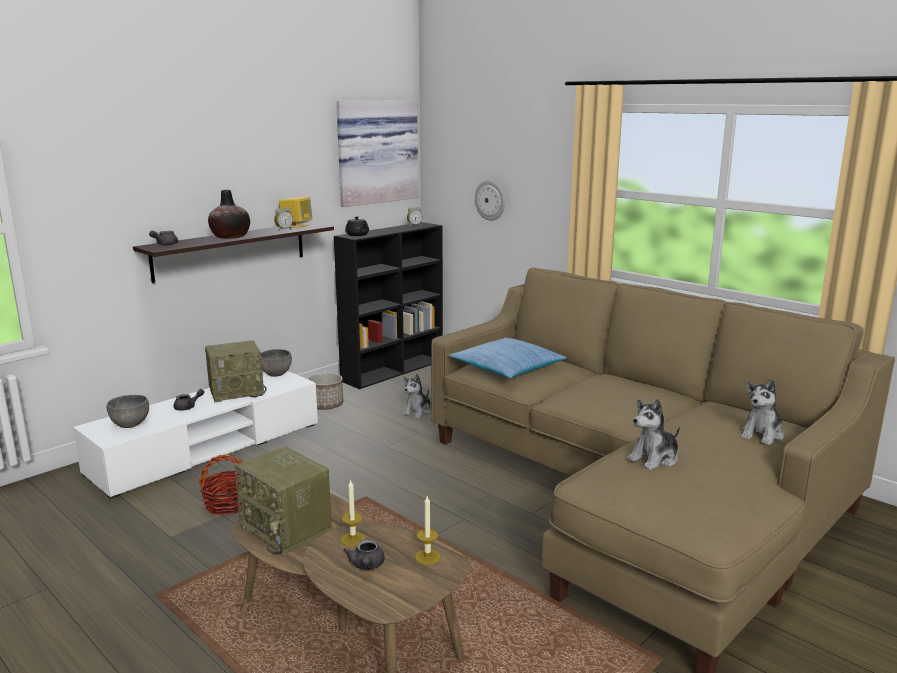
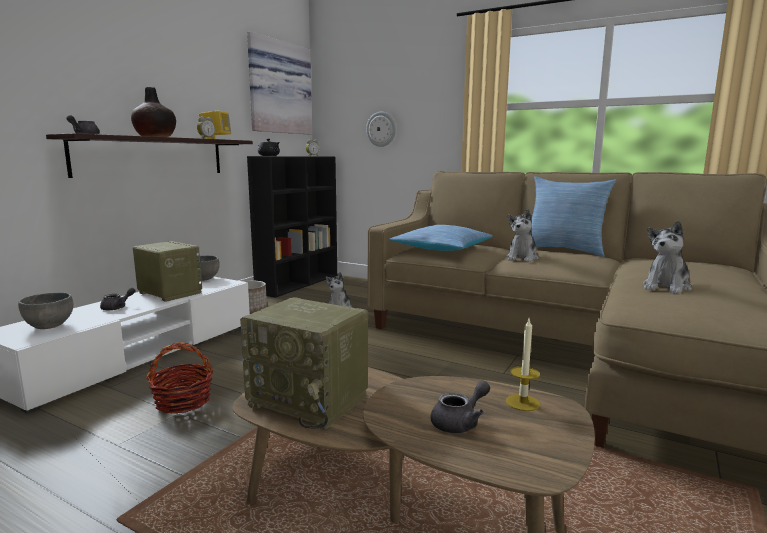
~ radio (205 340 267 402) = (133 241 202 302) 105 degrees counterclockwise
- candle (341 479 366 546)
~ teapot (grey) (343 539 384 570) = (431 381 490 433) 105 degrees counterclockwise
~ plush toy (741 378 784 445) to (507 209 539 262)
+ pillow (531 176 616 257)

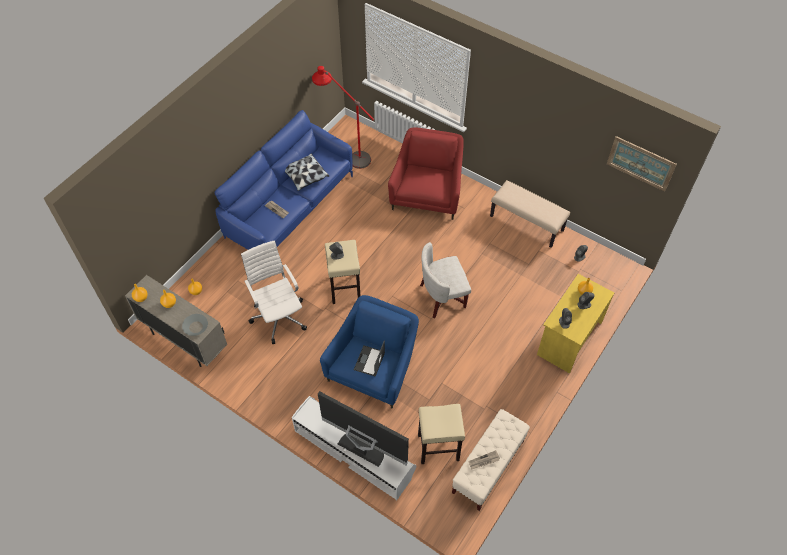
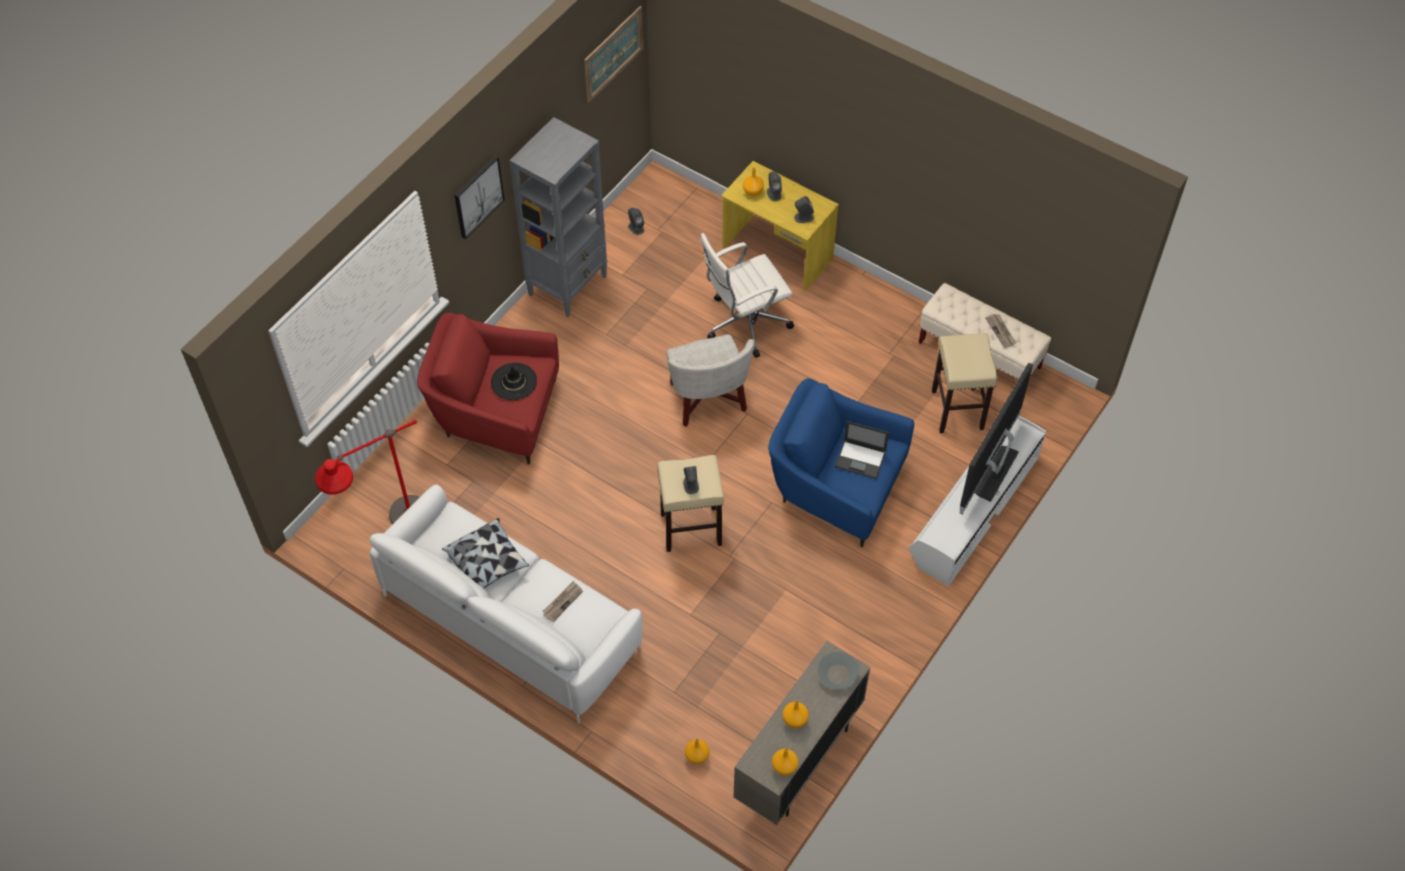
~ sofa (blue) (215 110 353 250) to sofa (white) (370 484 643 724)
~ office chair (white) (241 240 307 344) to (700 233 794 358)
~ bench (beige) (490 180 570 248) to bookcase (grey) (509 117 607 317)
+ picture (454 155 505 239)
+ hat (black) (491 363 537 400)

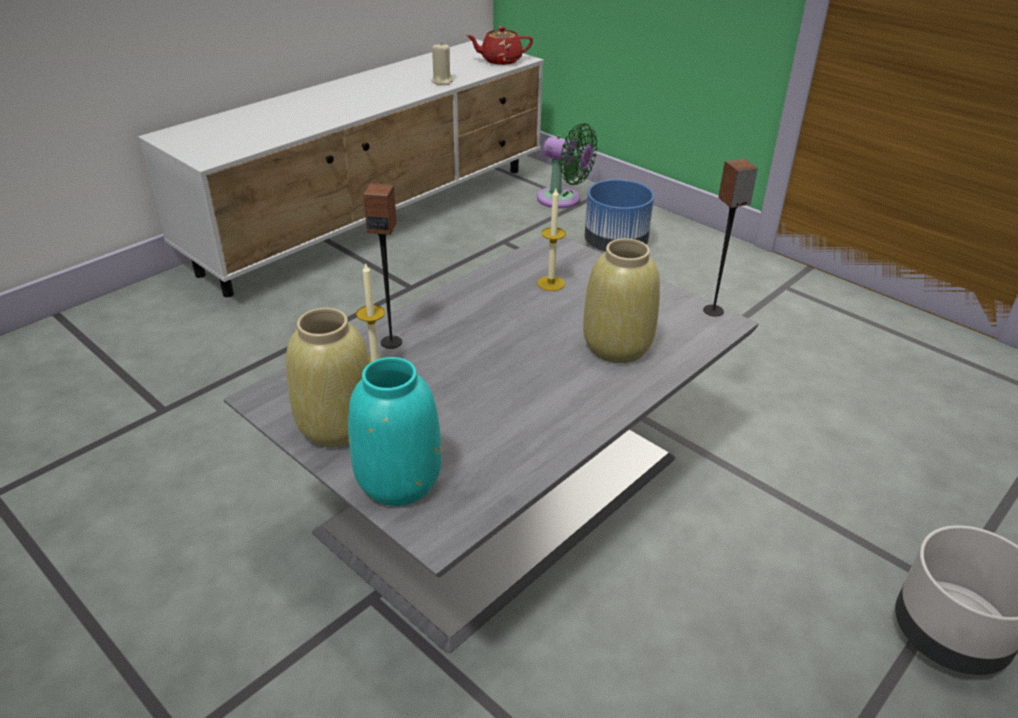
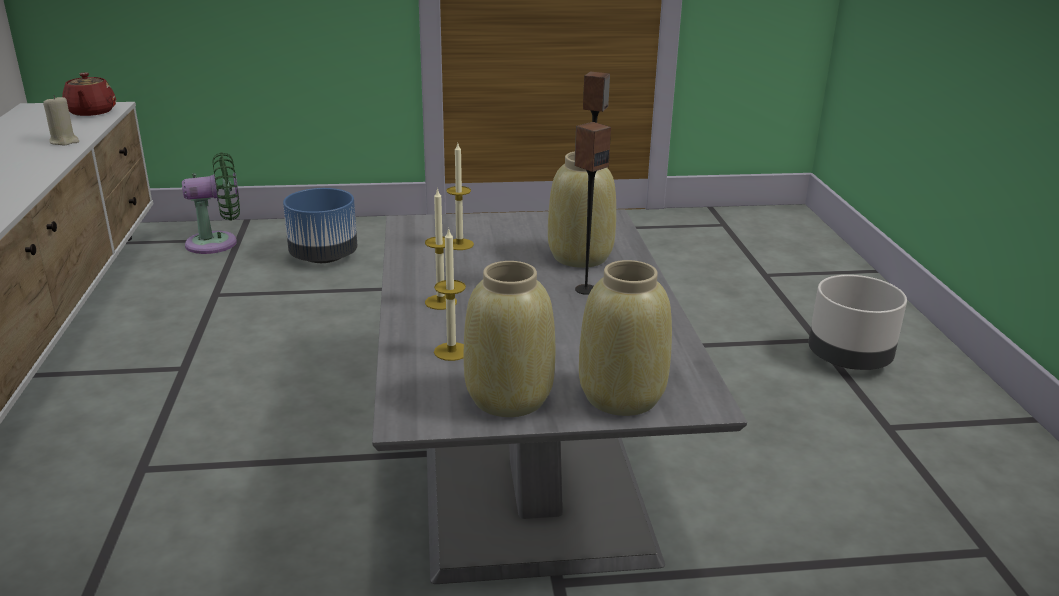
~ vase (turquoise) (348 357 441 506) to vase (beige) (579 260 672 416)
~ speaker (363 183 402 349) to (575 122 611 295)
~ teapot (red) (466 26 533 65) = (62 73 116 116) 45 degrees counterclockwise
+ candle (425 188 457 310)

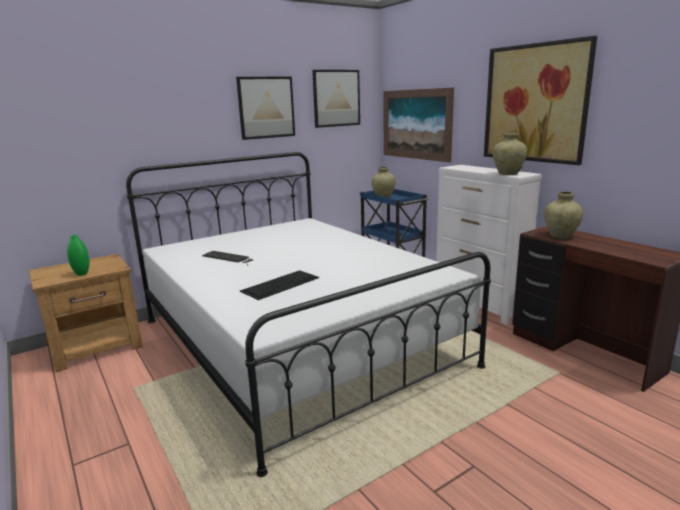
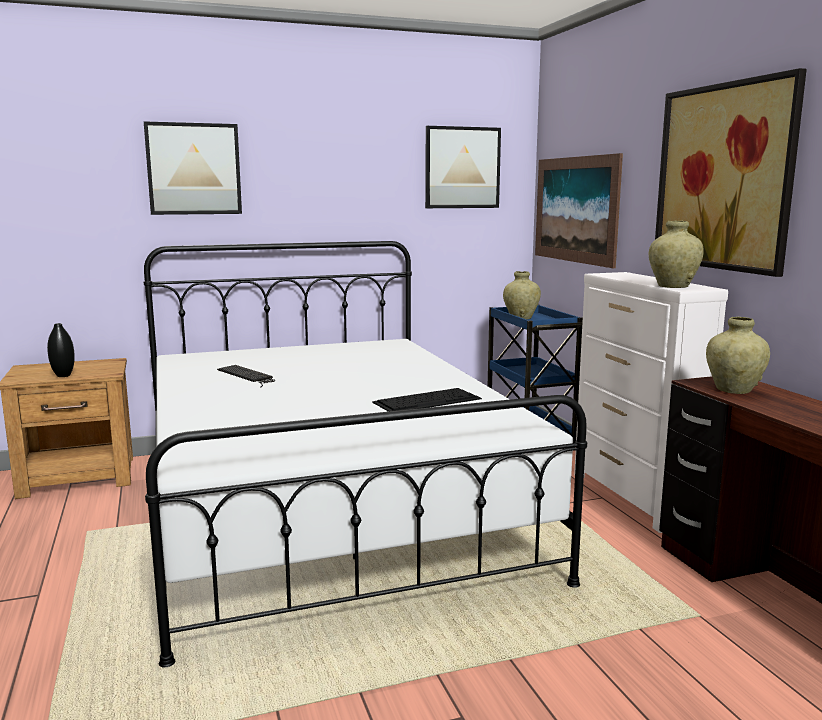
~ vase (green) (67 234 90 276) to vase (black) (47 323 75 377)
~ picture (236 77 295 140) to (144 121 242 215)
~ keyboard (239 270 319 300) to (372 388 482 412)

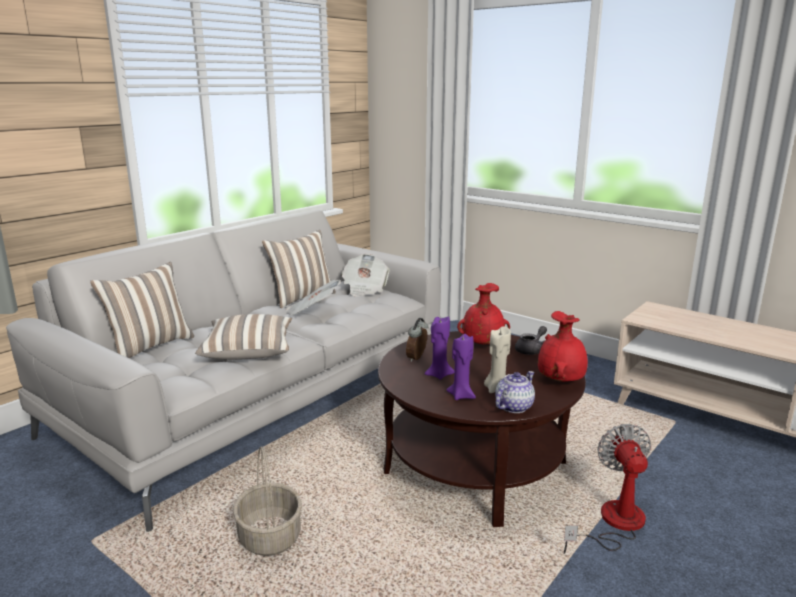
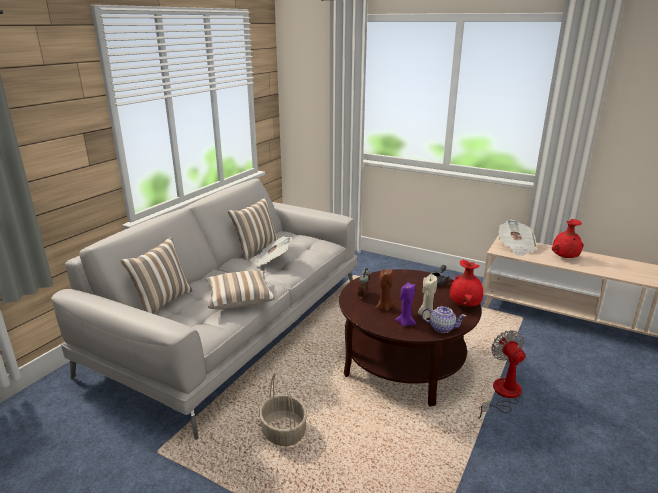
~ newspaper (341 254 390 297) to (498 220 537 256)
~ candle (purple) (424 317 454 380) to candle (brown) (375 269 395 312)
~ vase (red) (457 283 510 345) to (552 219 584 258)
~ teapot (495 371 535 413) = (422 306 466 333) 75 degrees clockwise

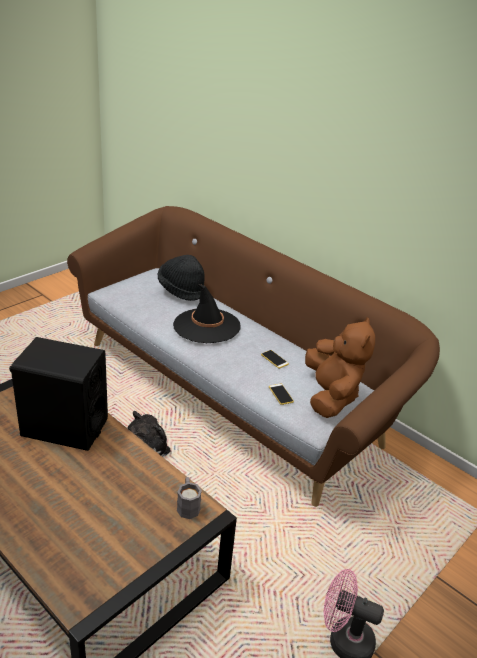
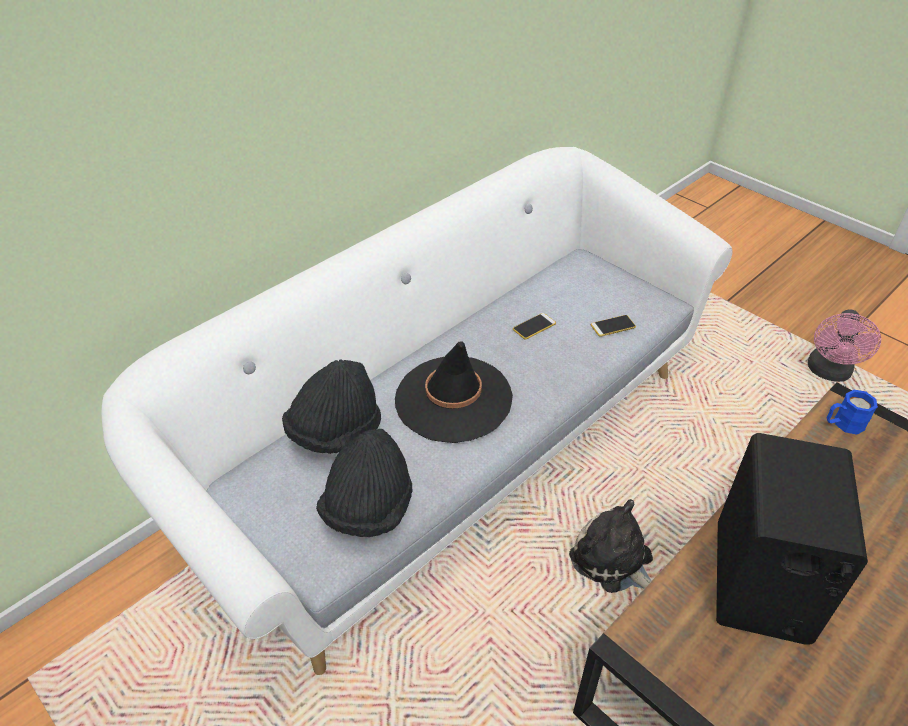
~ sofa (brown) (67 206 440 507) to sofa (white) (101 147 733 675)
~ mug (grey) (177 477 202 519) to mug (blue) (827 390 878 435)
- plush toy (brown) (305 317 375 418)
+ hat (black) (316 429 412 537)

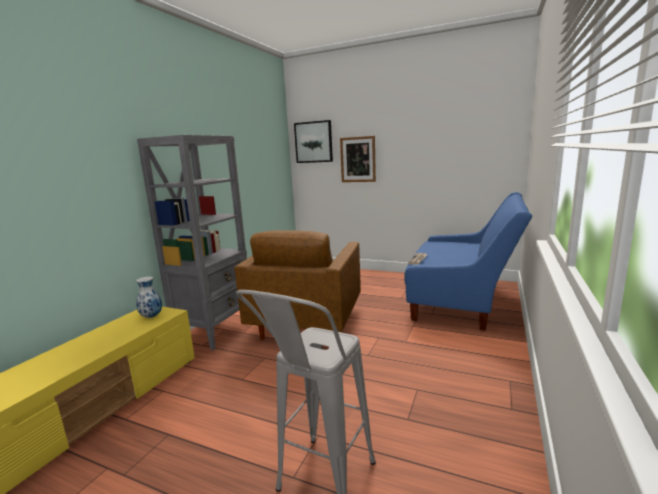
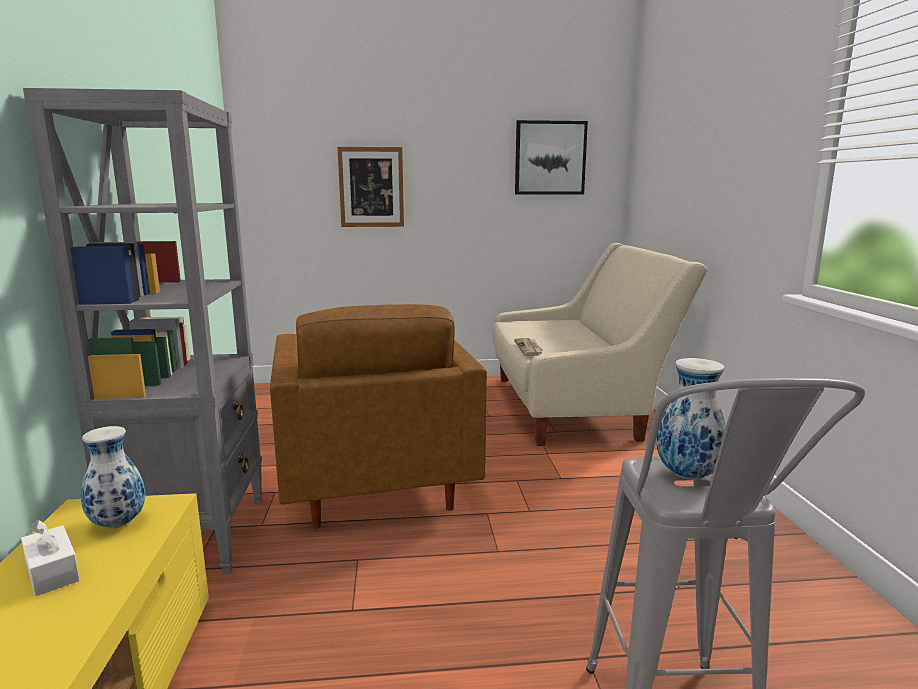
~ picture (294 120 333 163) to (515 120 588 195)
~ sofa (blue) (404 192 532 331) to sofa (beige) (493 243 708 446)
+ tissue box (white) (21 520 80 596)
+ vase (656 358 727 480)

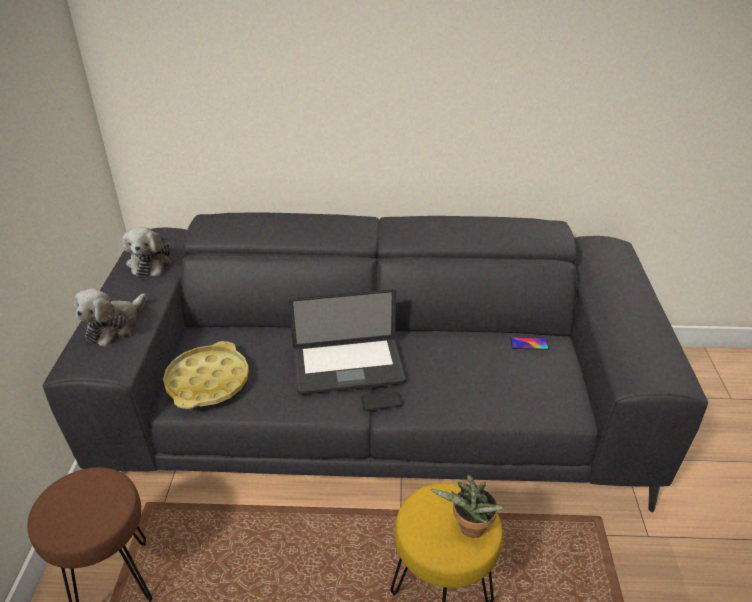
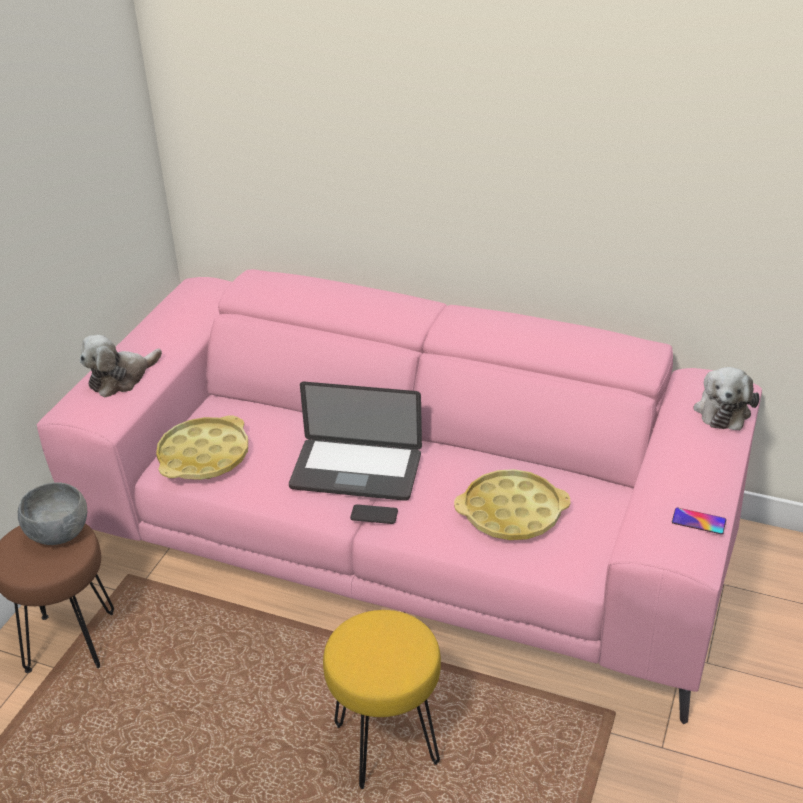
~ sofa (grey) (43 213 708 513) to sofa (pink) (37 269 762 724)
~ plush toy (122 227 171 277) to (693 367 760 431)
- potted plant (430 475 506 538)
~ phone (510 337 549 350) to (672 507 726 534)
+ bowl (grey) (18 482 87 545)
+ tray (yellow) (454 469 570 540)

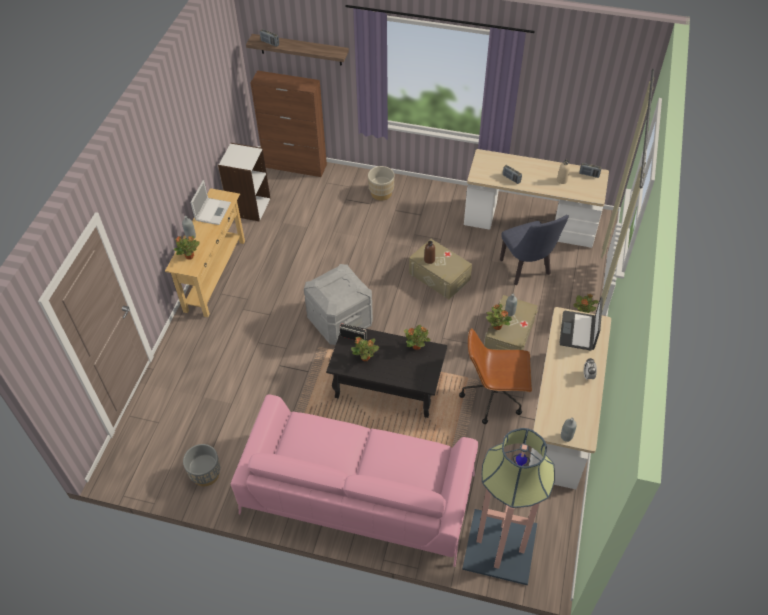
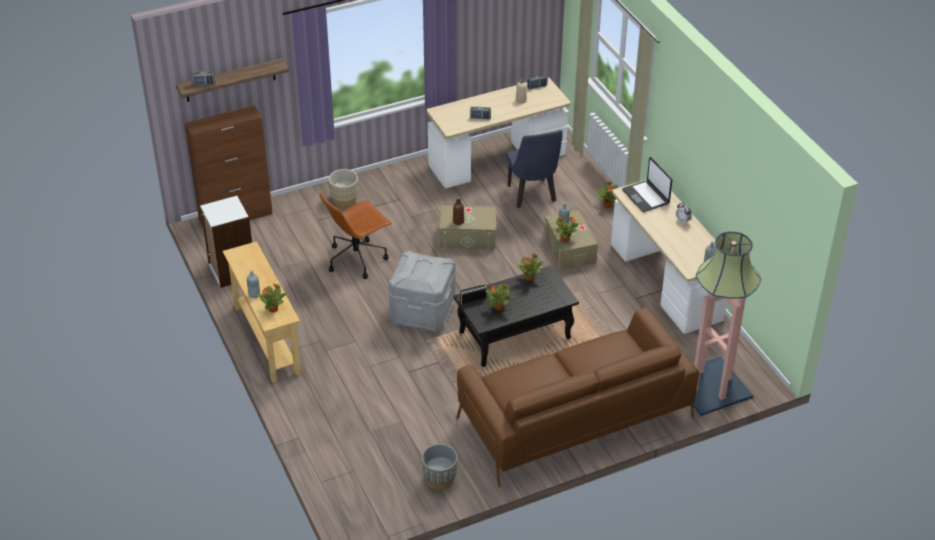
- laptop (190 180 231 225)
~ sofa (pink) (231 394 478 567) to sofa (brown) (456 308 699 487)
~ office chair (brown) (459 328 532 424) to (319 193 392 279)
~ chair (blue) (500 215 569 285) = (506 130 563 208) 45 degrees clockwise

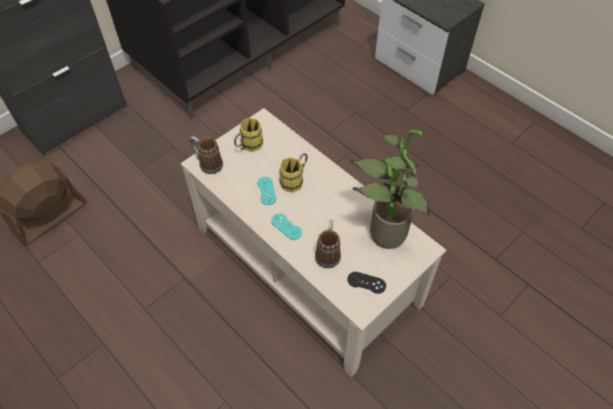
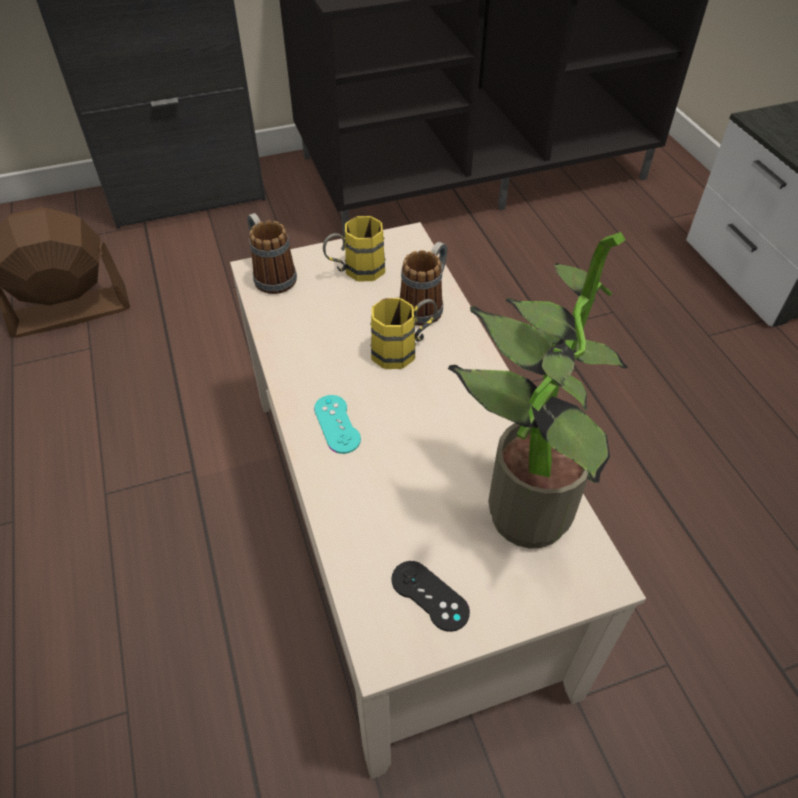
- game controller (turquoise) (257 177 276 205)
~ mug (315 220 341 268) to (400 242 447 326)

